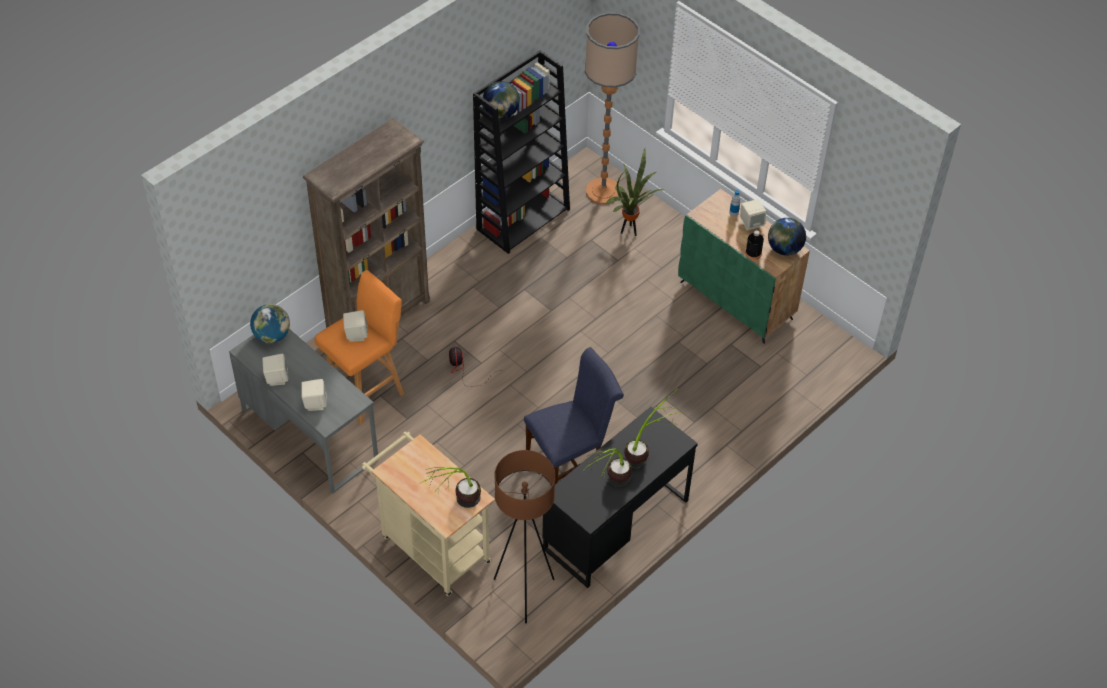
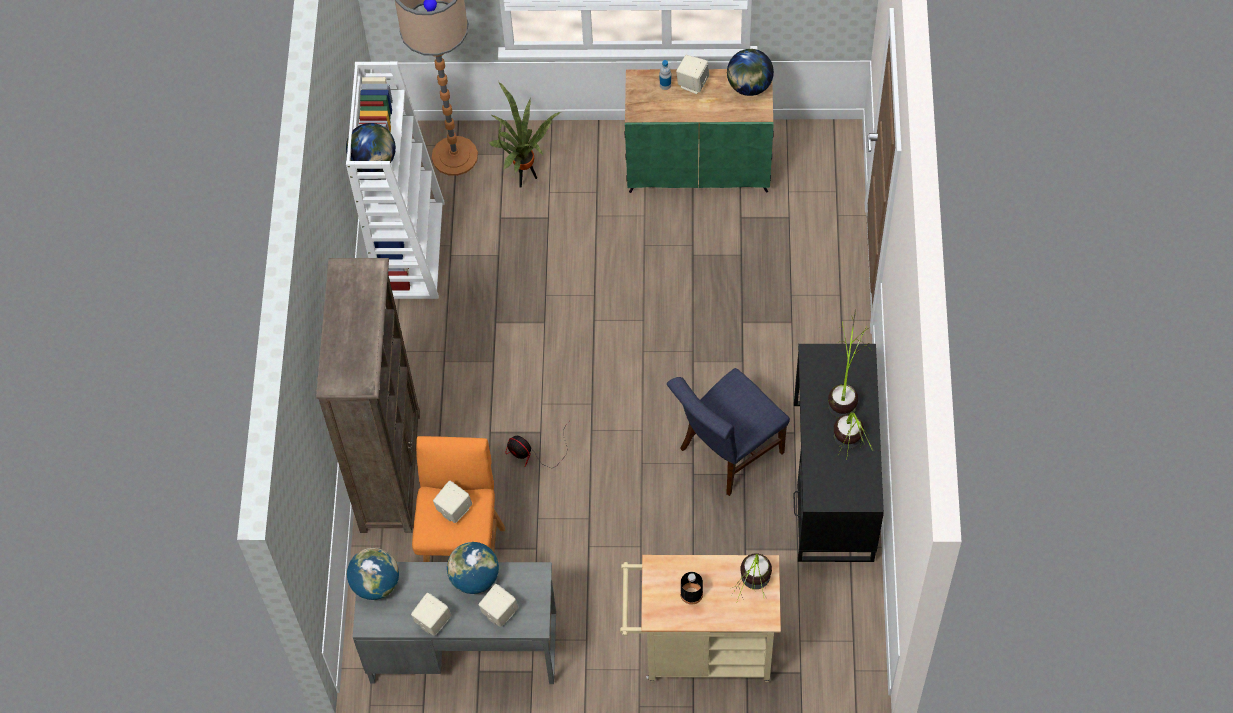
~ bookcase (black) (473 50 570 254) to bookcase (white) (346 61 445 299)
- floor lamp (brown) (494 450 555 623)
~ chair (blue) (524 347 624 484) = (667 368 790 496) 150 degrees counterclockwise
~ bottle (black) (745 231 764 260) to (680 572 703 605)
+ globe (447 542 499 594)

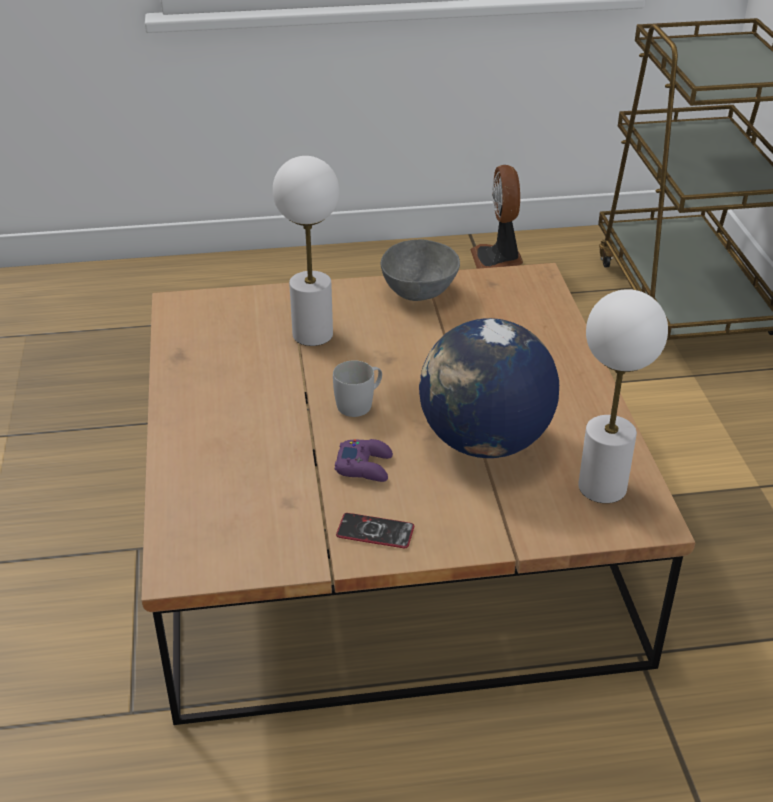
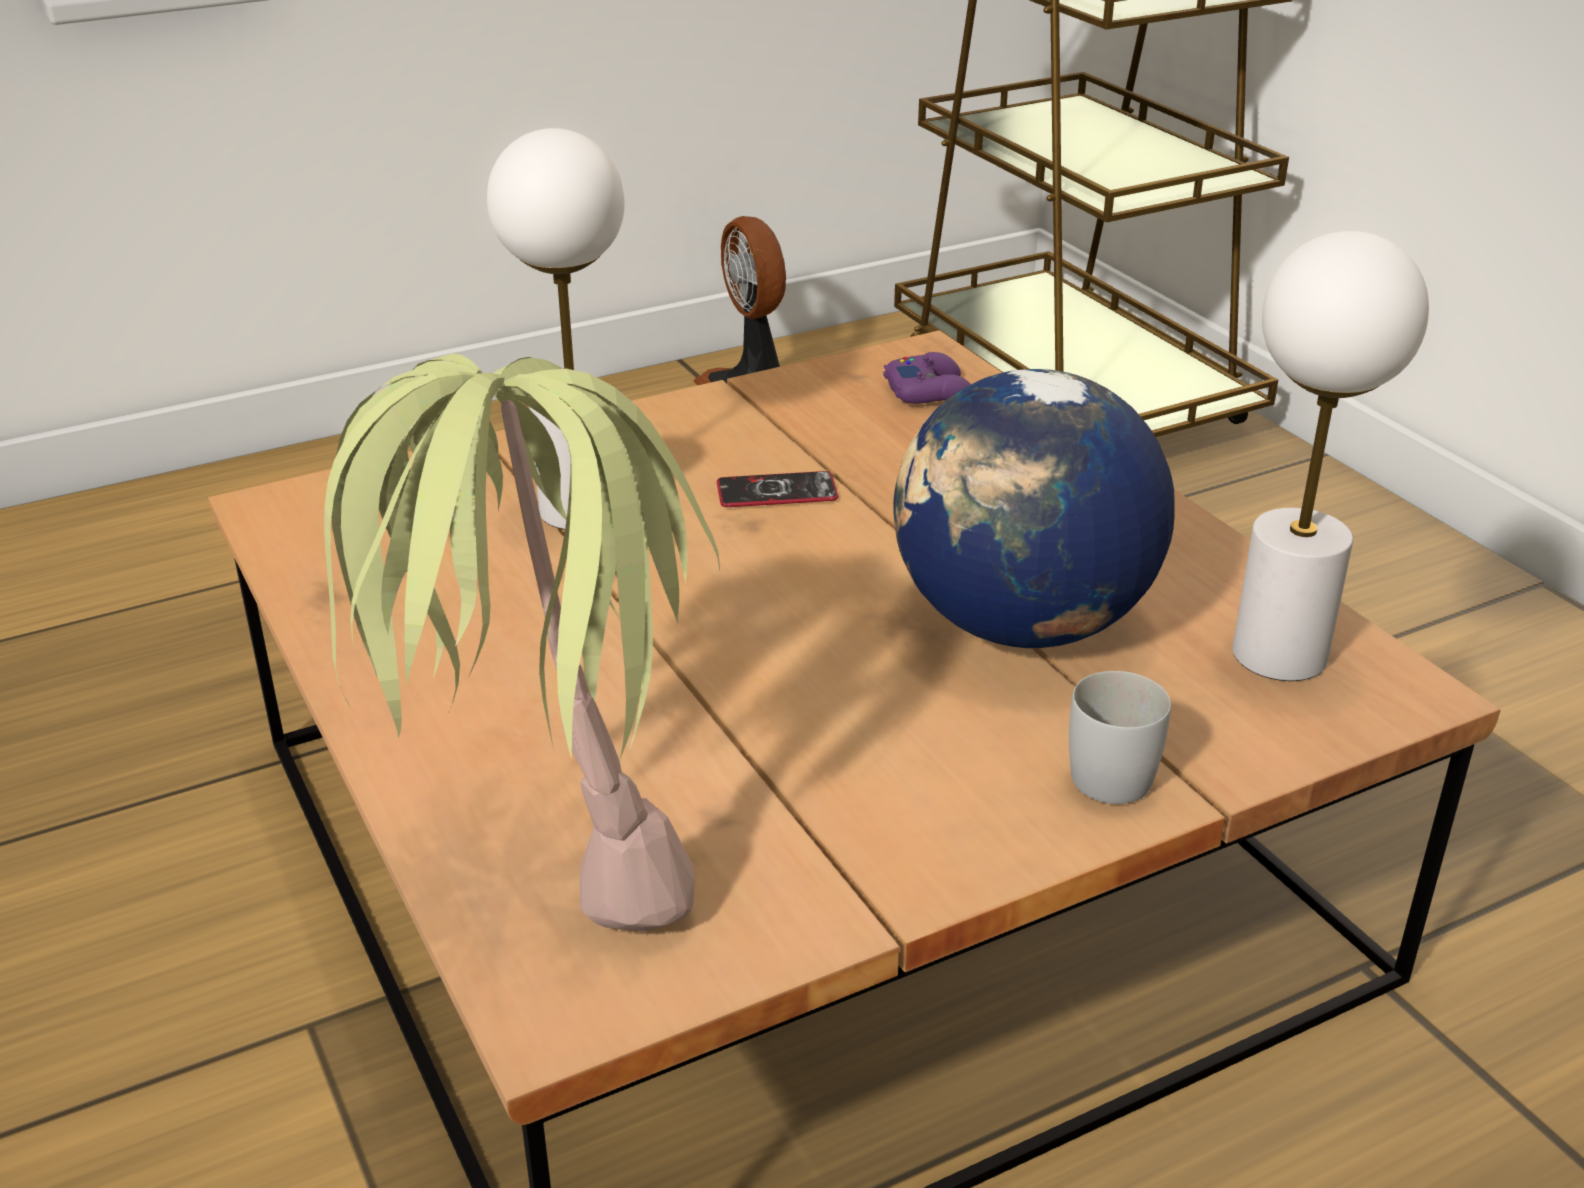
~ mug (white) (333 360 382 417) to (1069 671 1171 804)
~ game controller (purple) (335 439 393 482) to (883 352 971 404)
~ phone (336 513 414 548) to (717 471 838 507)
- bowl (grey) (381 239 460 301)
+ potted plant (324 353 720 931)

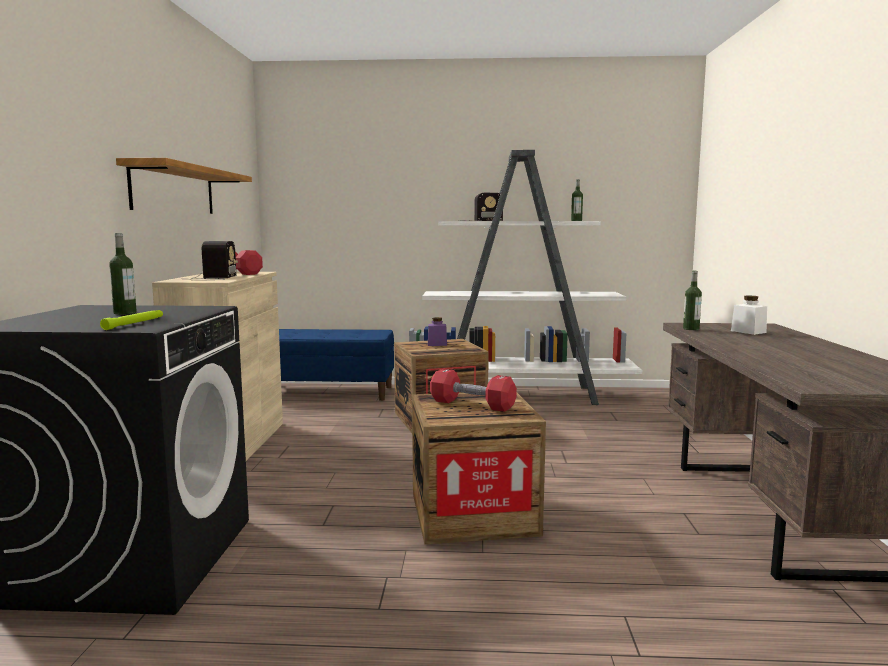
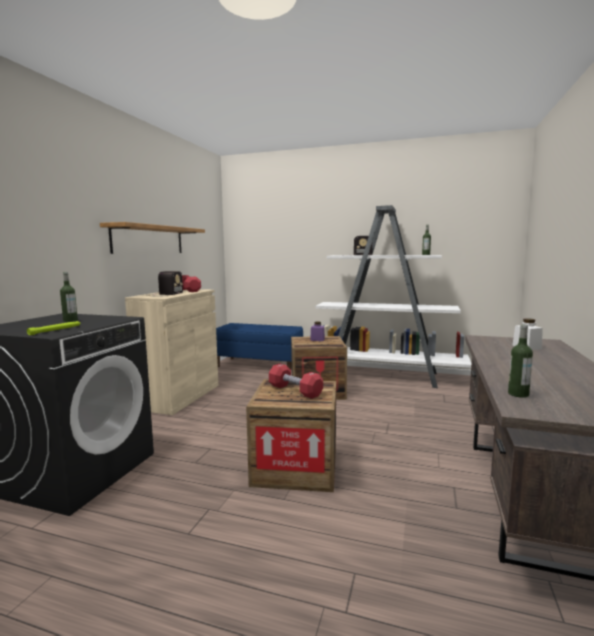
~ bottle (683 271 702 330) to (508 325 533 398)

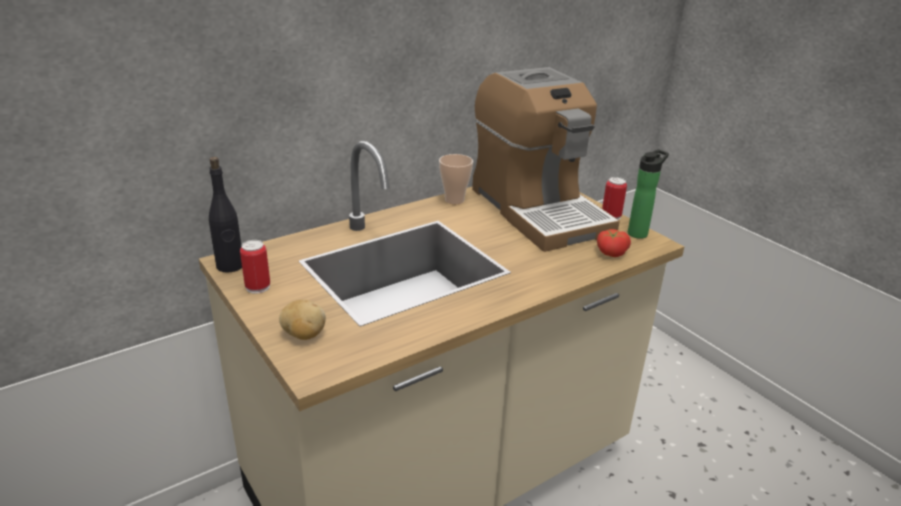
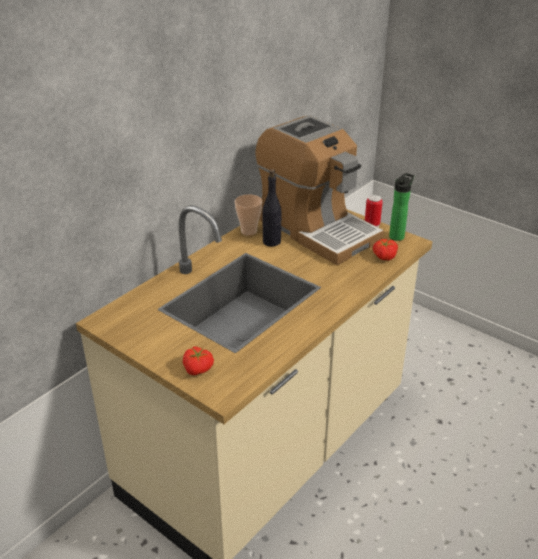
~ bottle (black) (209 157 242 273) to (263 169 282 246)
- can (240 240 270 294)
~ potato (279 300 326 340) to tomato (183 347 214 375)

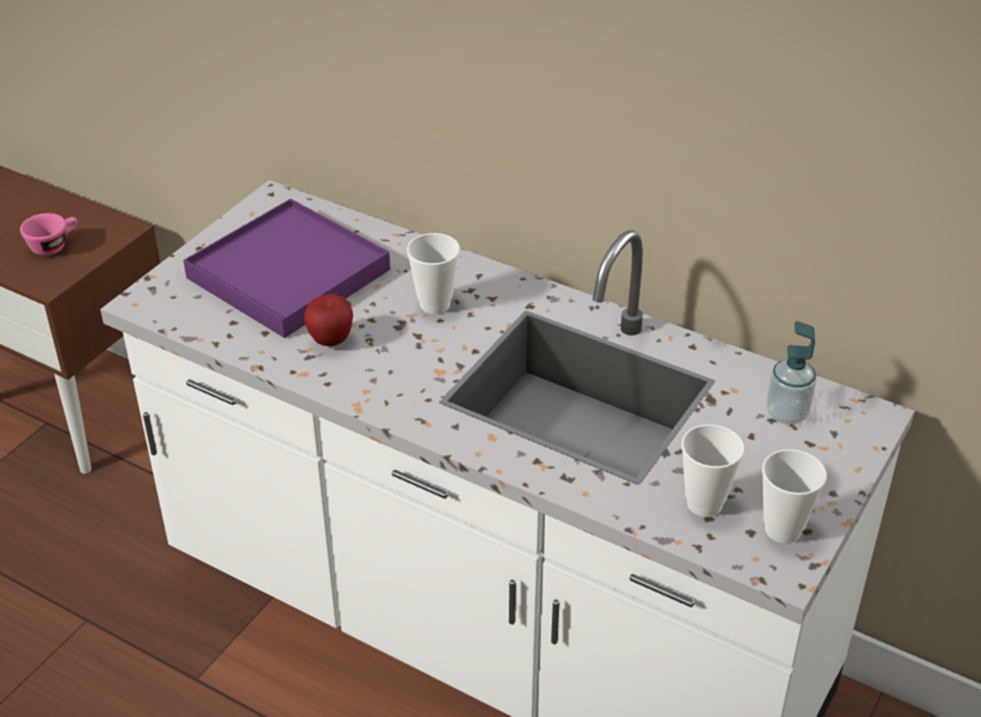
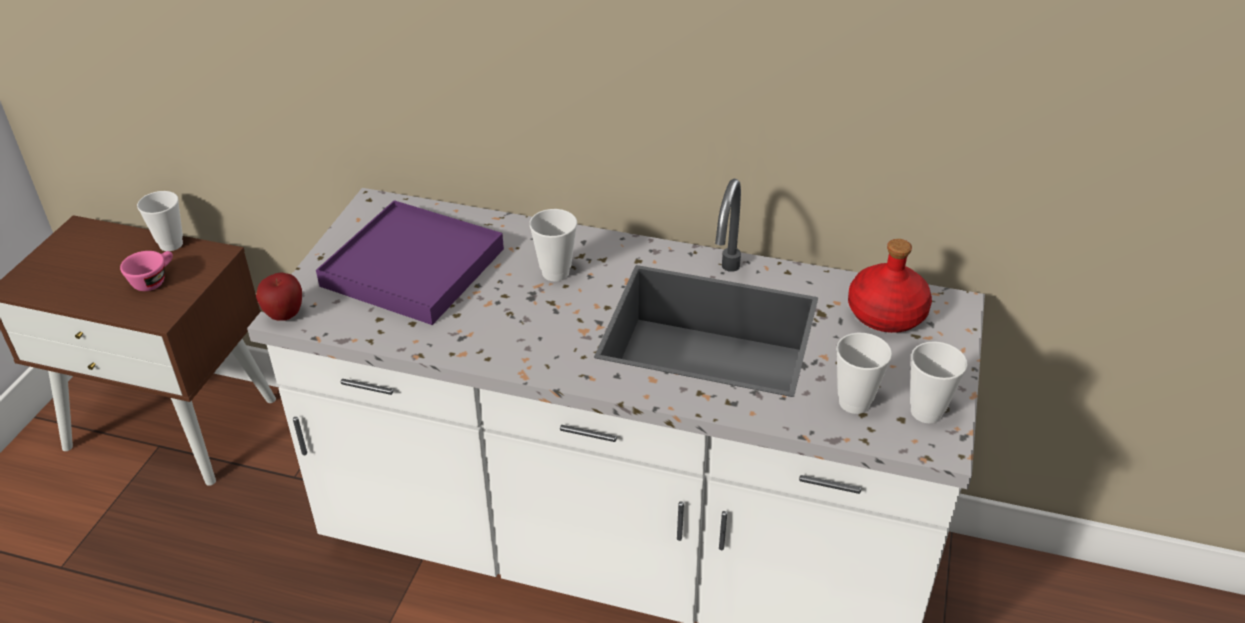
~ apple (304 294 353 347) to (256 272 302 321)
~ soap dispenser (766 321 817 424) to bottle (red) (848 239 932 333)
+ cup (137 191 183 251)

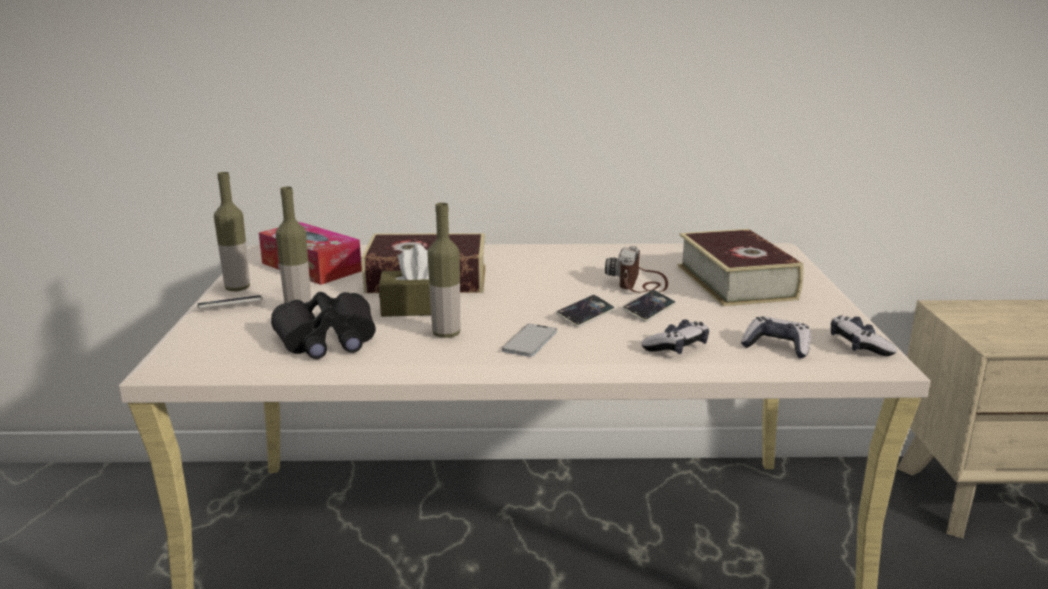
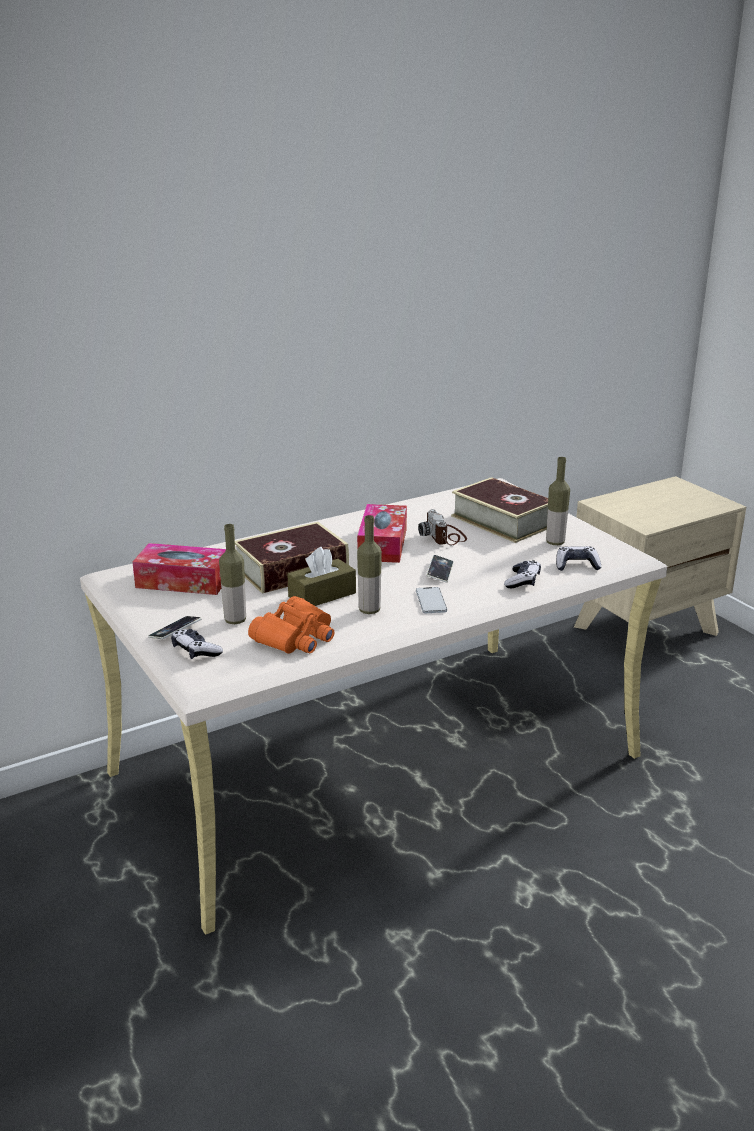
~ bottle (214 172 250 291) to (546 457 570 545)
~ binoculars (black) (271 292 376 359) to binoculars (orange) (248 596 334 654)
- phone (622 290 676 322)
~ game controller (831 316 897 356) to (171 629 223 659)
+ tissue box (357 504 407 563)

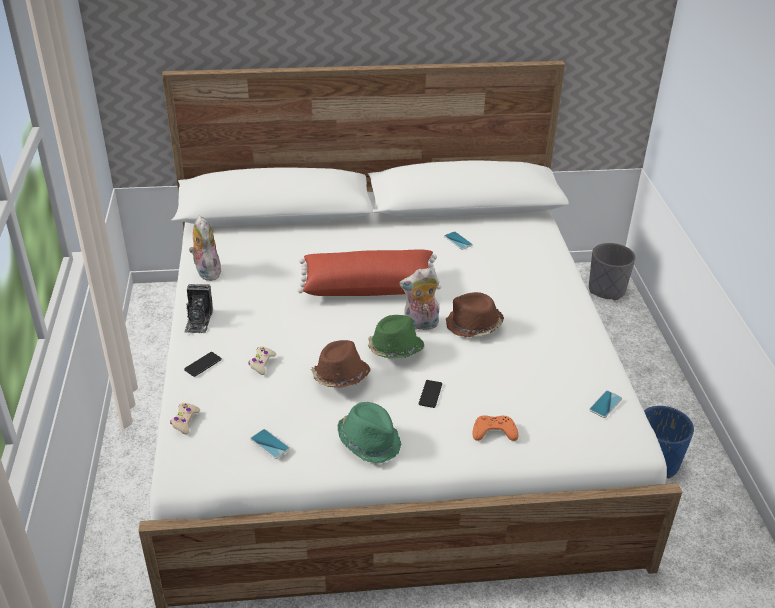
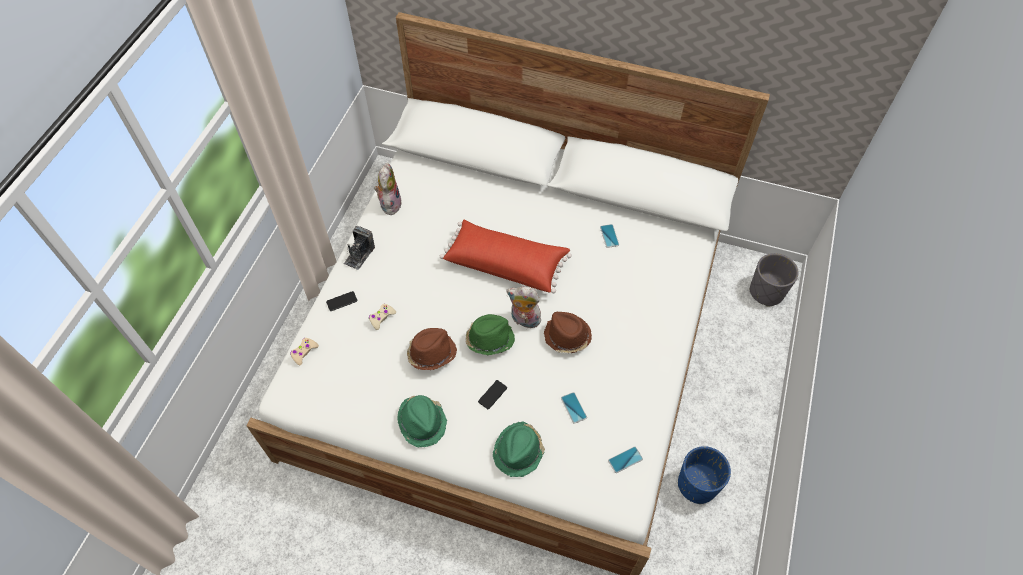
~ phone (250 429 290 459) to (561 392 587 424)
~ game controller (orange) (473 415 518 441) to hat (green) (493 422 545 477)

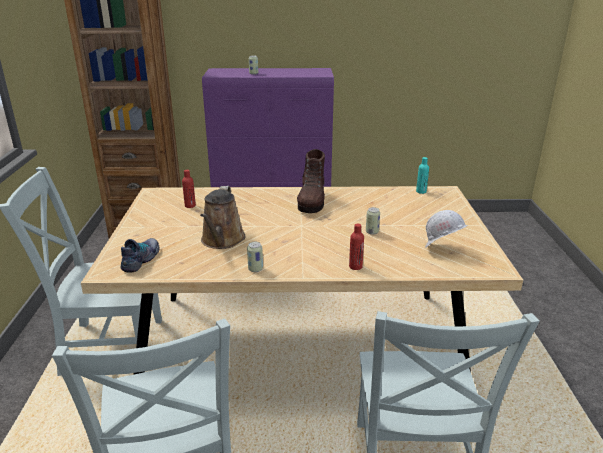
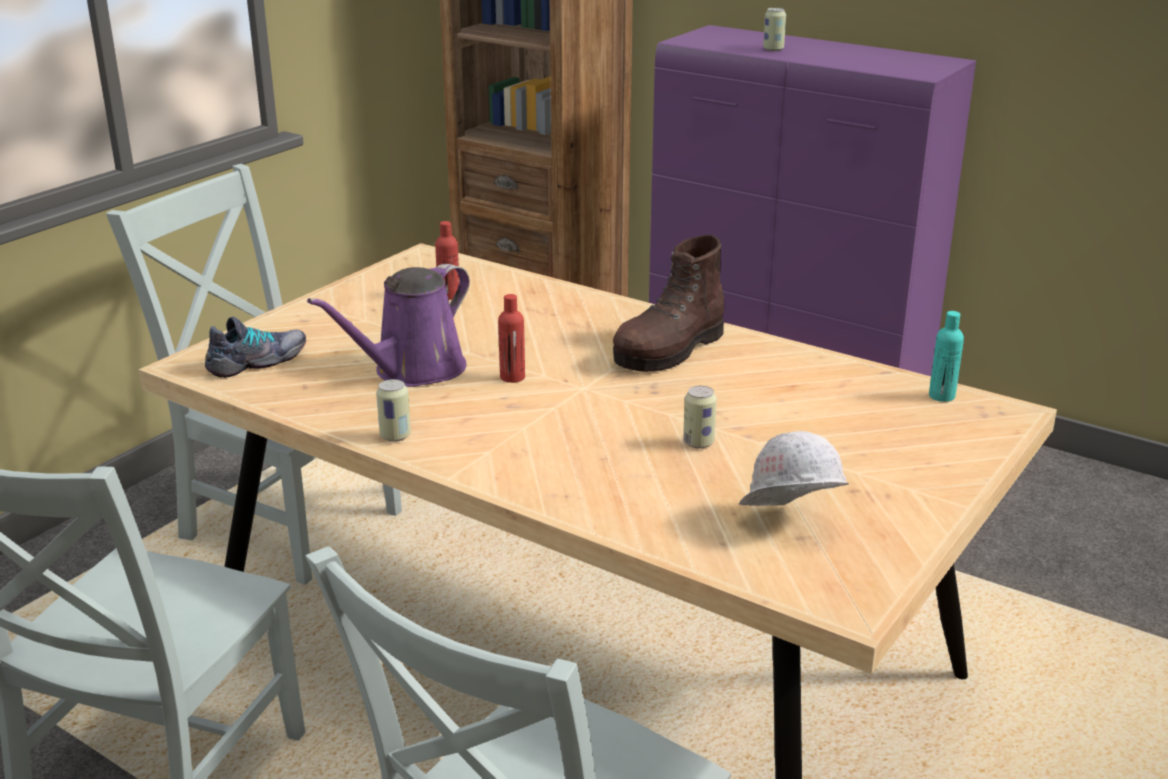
~ watering can (brown) (200 186 246 249) to watering can (purple) (307 264 470 387)
~ bottle (red) (349 224 364 270) to (498 294 525 383)

